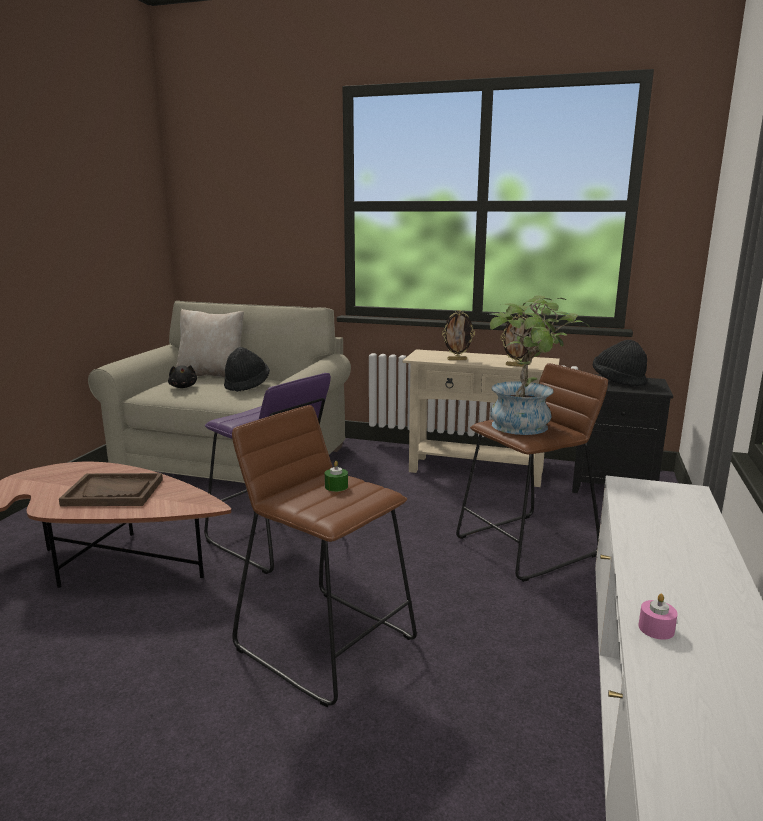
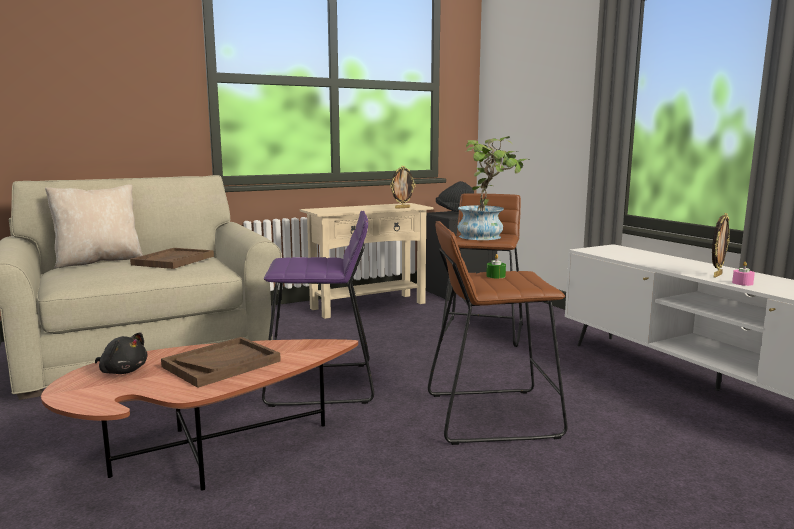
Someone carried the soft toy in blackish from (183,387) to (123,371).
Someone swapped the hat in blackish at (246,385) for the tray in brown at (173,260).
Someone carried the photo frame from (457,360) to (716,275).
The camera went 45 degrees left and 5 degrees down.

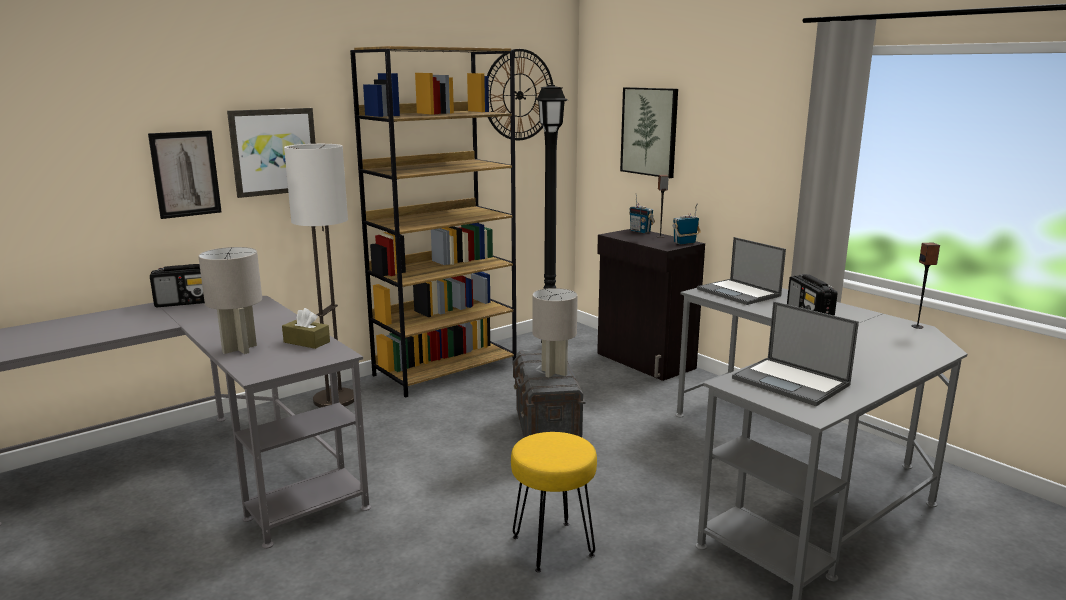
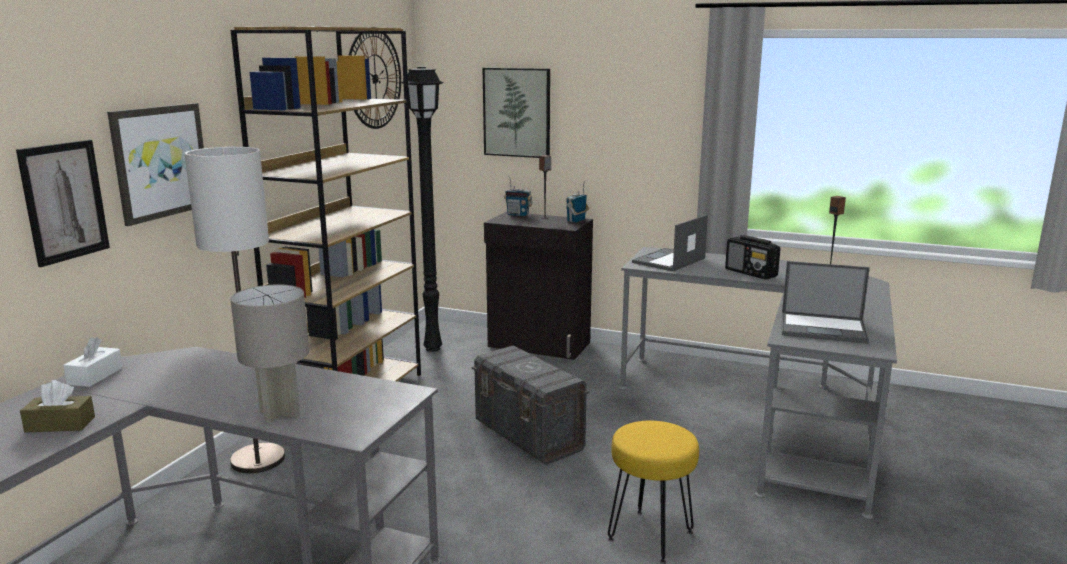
Someone swapped the radio receiver at (185,303) for the tissue holder in white-coloured at (95,376).
Someone carried the tissue holder in brown from (306,342) to (60,424).
Someone took away the tabletop lamp in greyish at (554,372).
Someone rotated the portable computer at (739,293) by 105 degrees clockwise.
The camera went 30 degrees left and 0 degrees up.

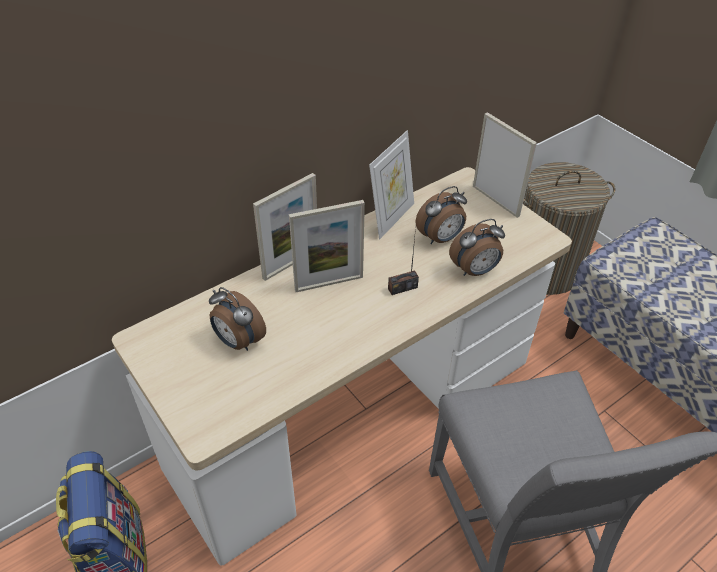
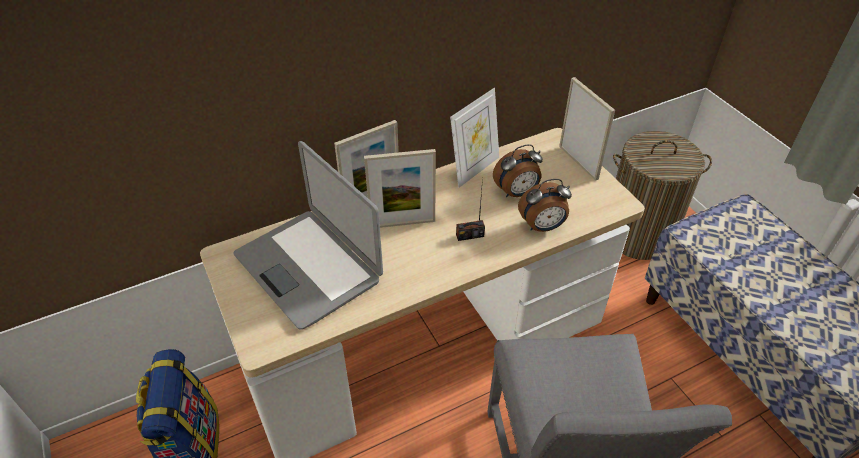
Someone swapped the alarm clock at (238,341) for the portable computer at (309,267).
The camera went 10 degrees right and 0 degrees up.

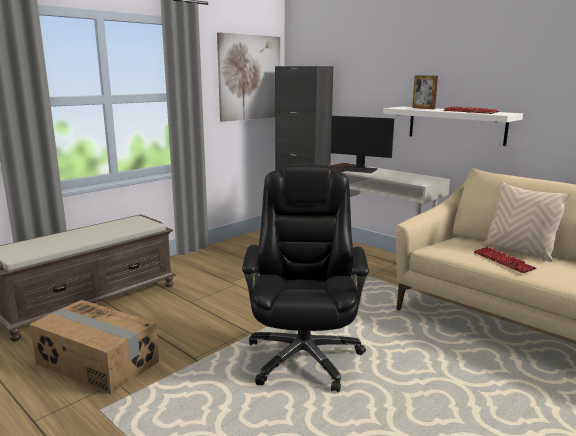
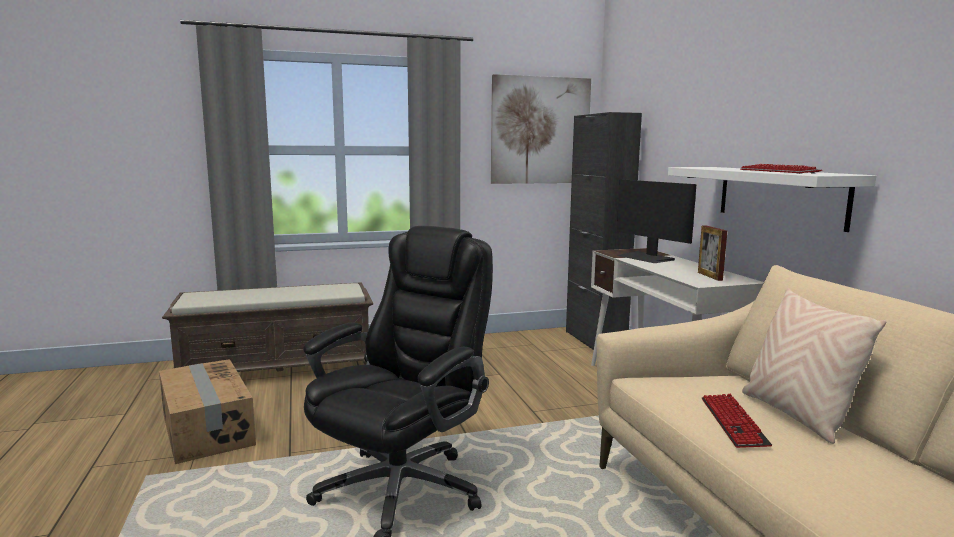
Someone carried the photo frame from (423,108) to (709,276).
The camera went 30 degrees right and 5 degrees down.

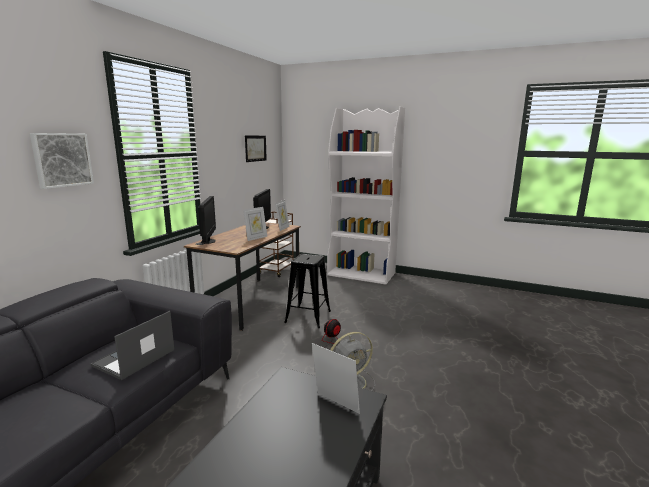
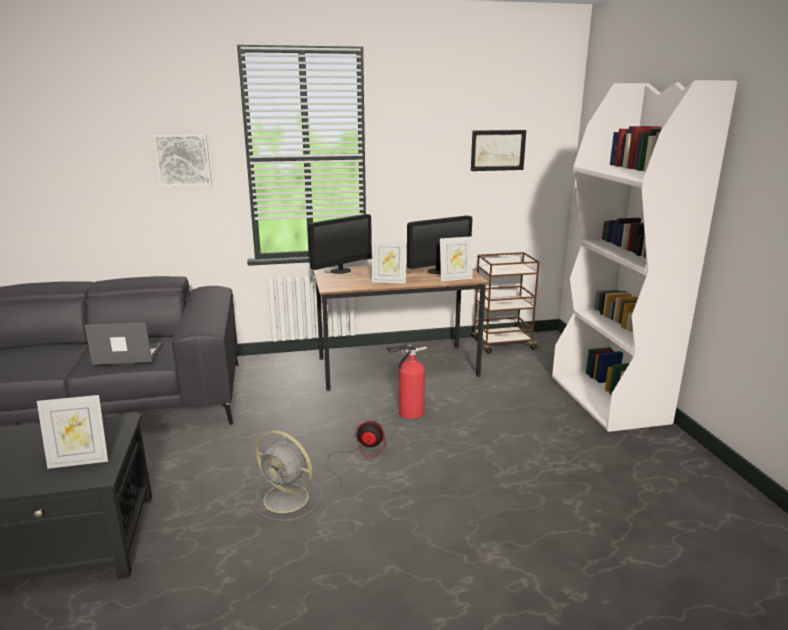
Someone swapped the sitting stool in blackish at (308,317) for the fire extinguisher at (408,413).
Someone rotated the photo frame at (335,405) by 75 degrees clockwise.
The camera went 55 degrees right and 5 degrees up.

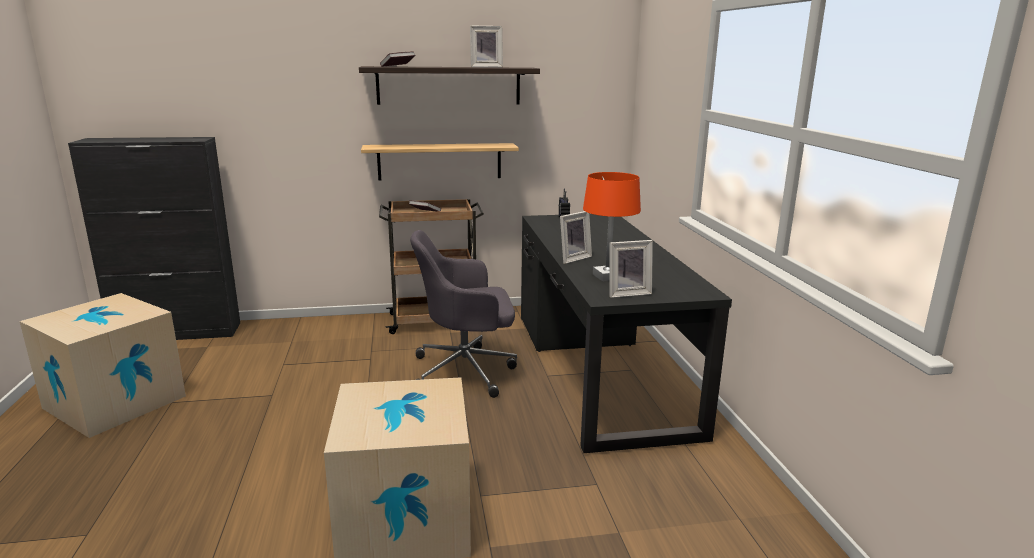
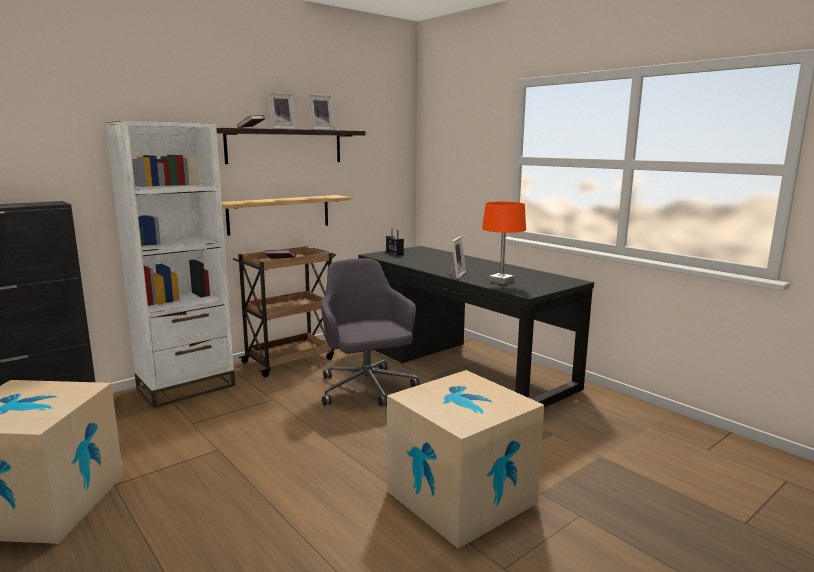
Someone rotated the office chair in greyish at (466,371) by 105 degrees clockwise.
Someone carried the photo frame from (627,293) to (281,129).
Someone put down the bookcase in white-coloured at (186,387).
The camera went 30 degrees left and 5 degrees down.

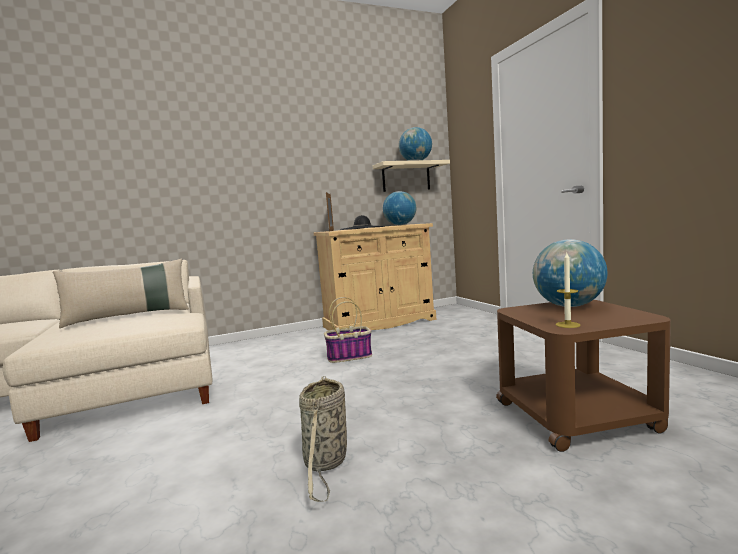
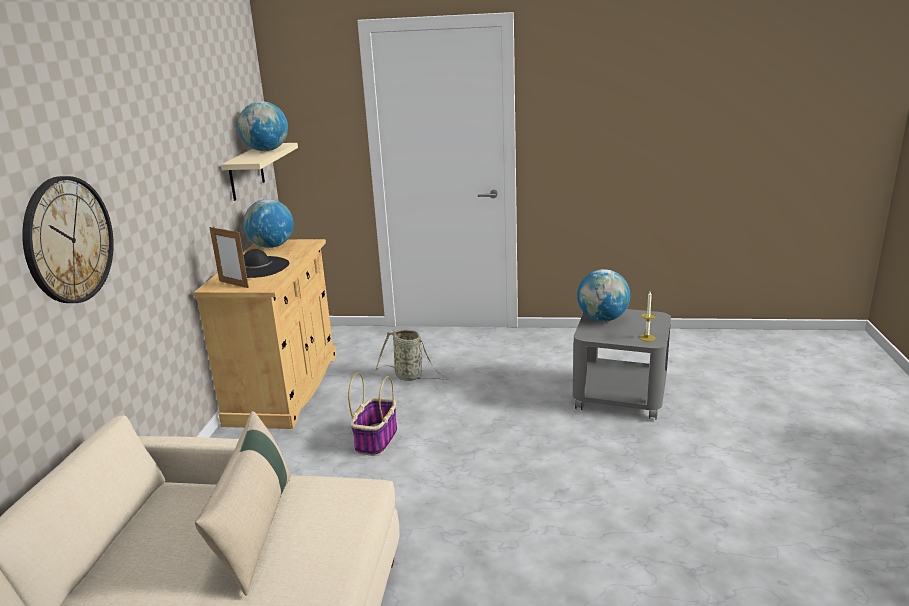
Someone carried the household basket from (326,464) to (411,377).
Someone repainted the accent table in brown at (576,416), which became the accent table in greyish at (620,394).
Someone put up the wall clock at (68,240).
The camera went 60 degrees left and 15 degrees up.

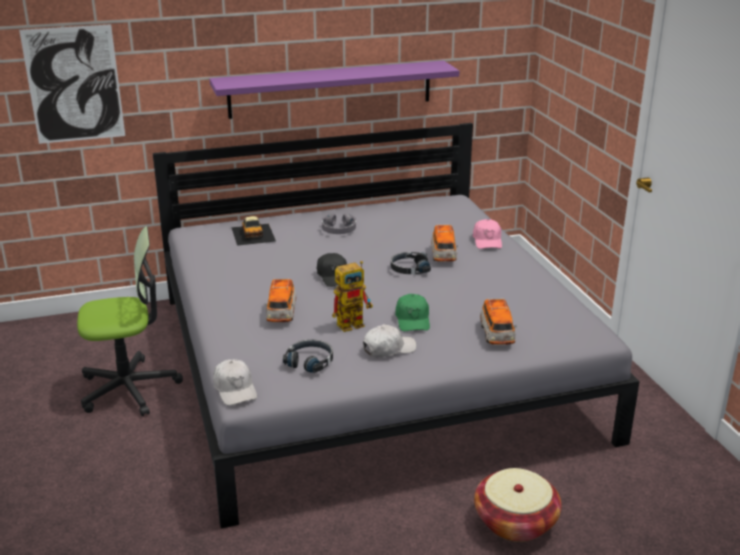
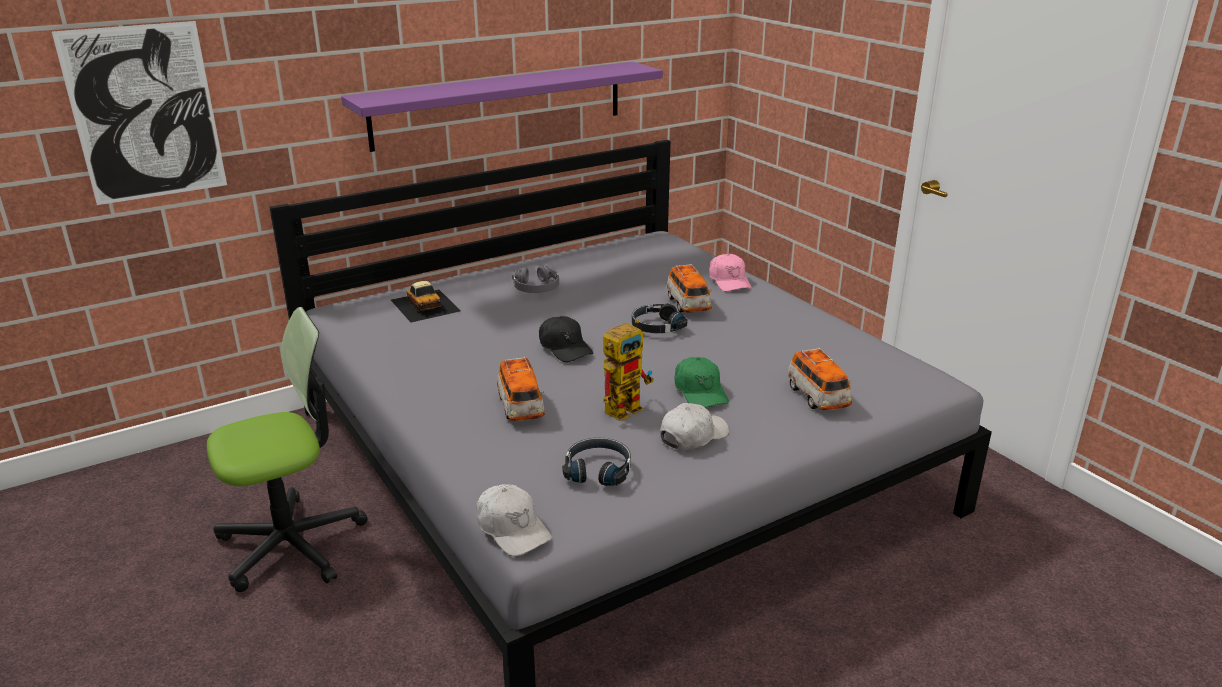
Someone took away the household basket at (515,522).
The camera went 15 degrees left and 0 degrees up.

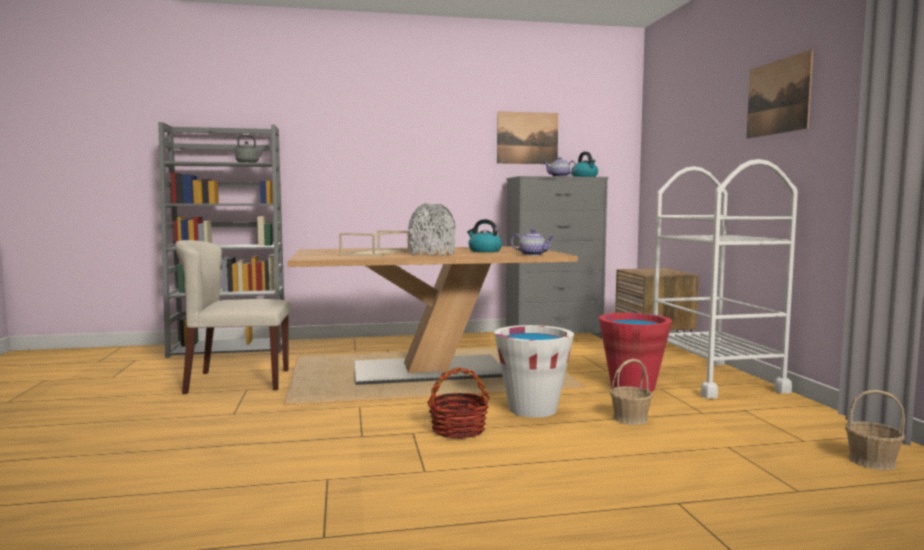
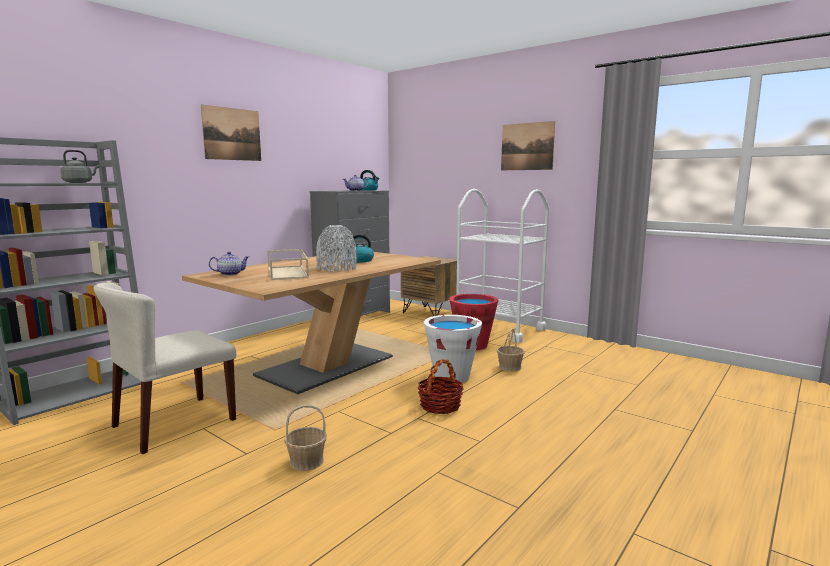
Someone carried the wall picture from (527,138) to (232,134).
Someone carried the tea pot from (532,254) to (230,274).
Someone carried the household basket from (871,461) to (306,461).
The camera went 40 degrees left and 5 degrees up.

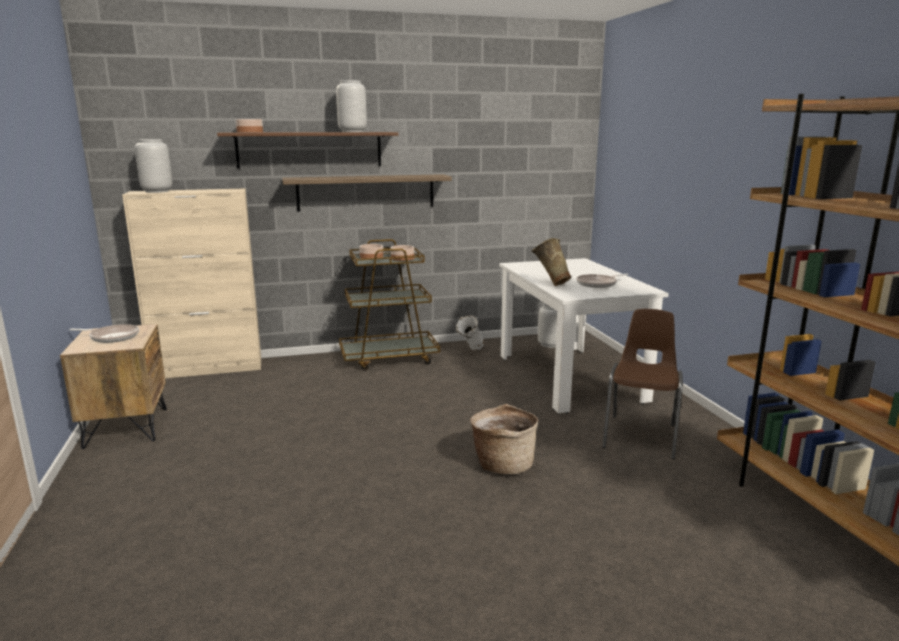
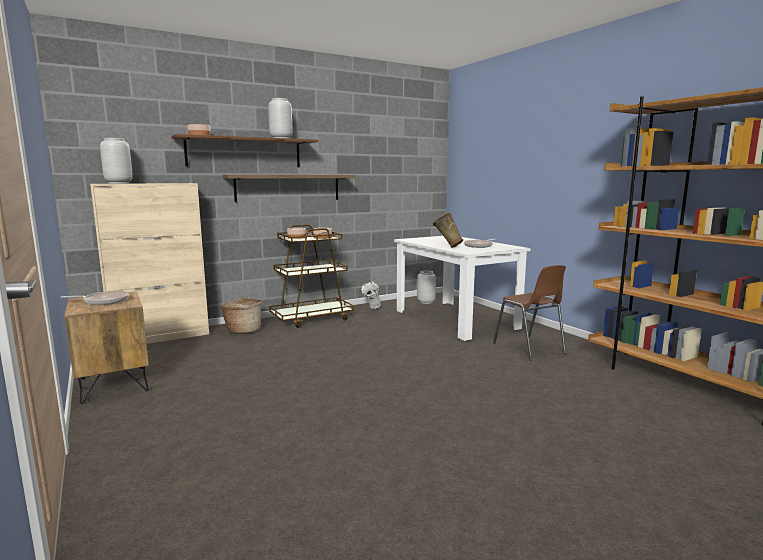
Someone carried the household basket from (502,464) to (243,330).
Someone rotated the chair in brown at (641,436) by 150 degrees clockwise.
The camera went 15 degrees left and 5 degrees down.

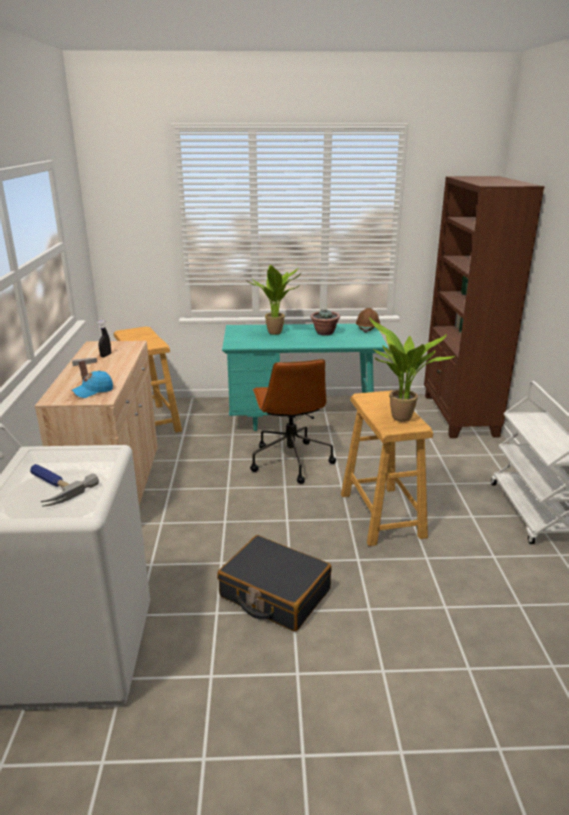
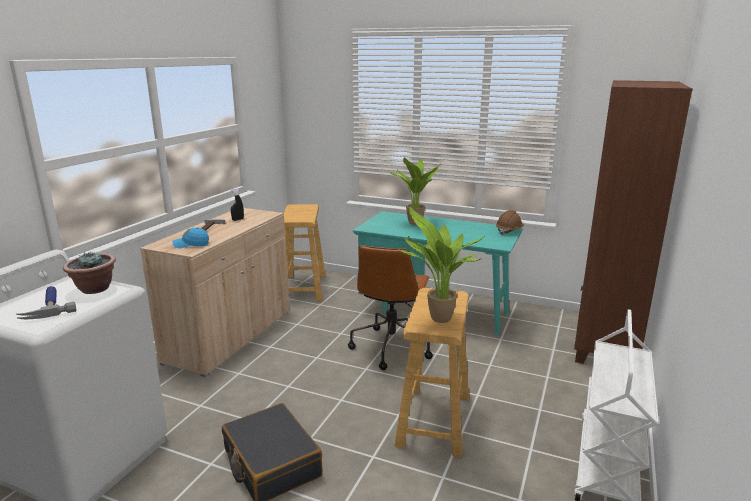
Someone carried the potted plant from (324,333) to (94,289).
The camera went 25 degrees right and 5 degrees down.

